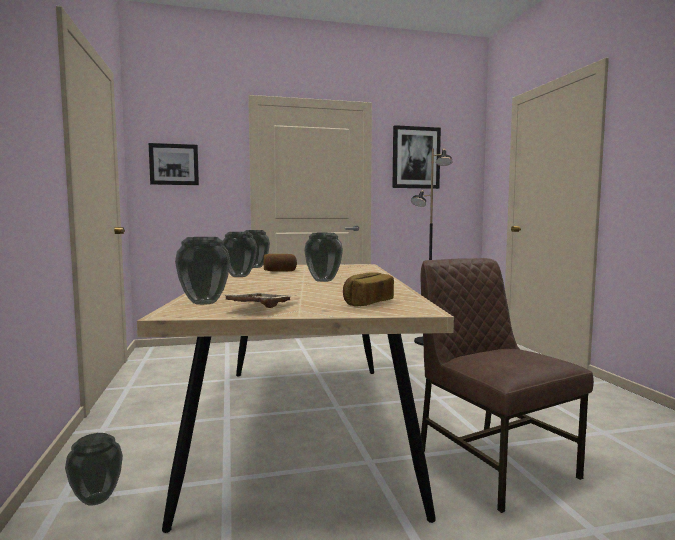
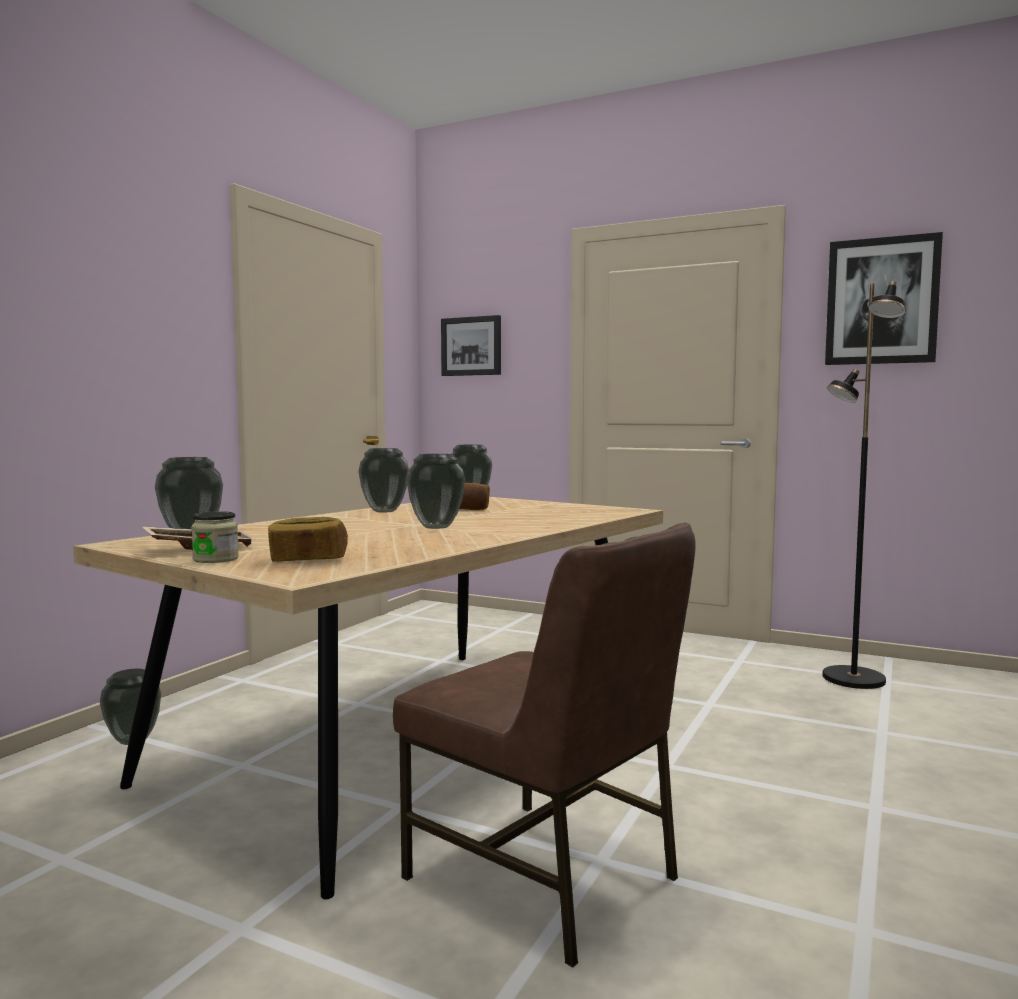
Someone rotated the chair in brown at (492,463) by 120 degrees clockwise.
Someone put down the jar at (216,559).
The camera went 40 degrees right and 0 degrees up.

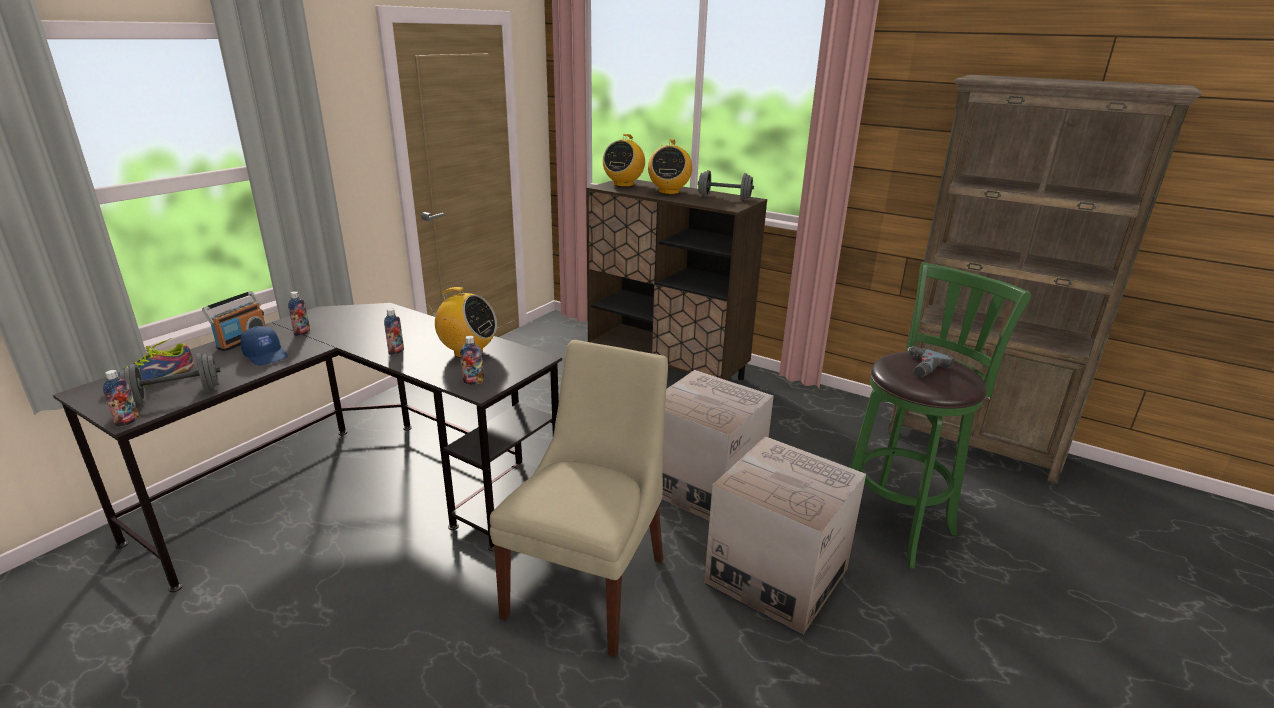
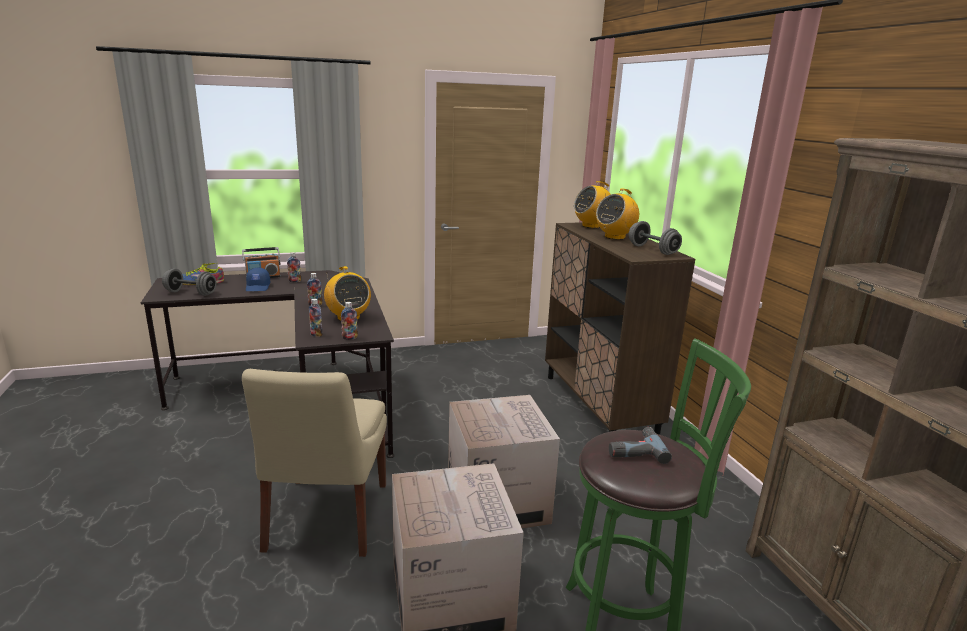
Someone carried the beverage bottle from (127,421) to (350,338).
Someone rotated the chair in beige-coloured at (589,583) by 120 degrees clockwise.
The camera went 40 degrees right and 5 degrees down.

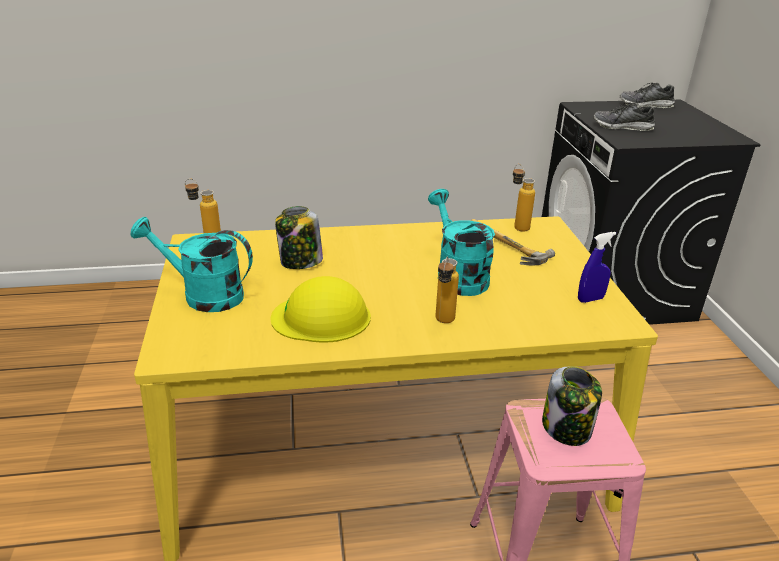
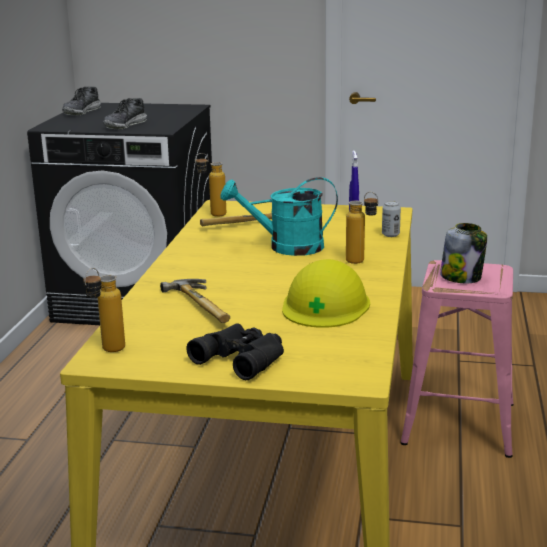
Someone swapped the watering pot in turquoise at (203,295) for the binoculars in blackish at (243,357).
Someone swapped the jar at (300,262) for the hammer at (205,305).
Someone put down the metal can at (390,234).
The camera went 70 degrees left and 10 degrees down.

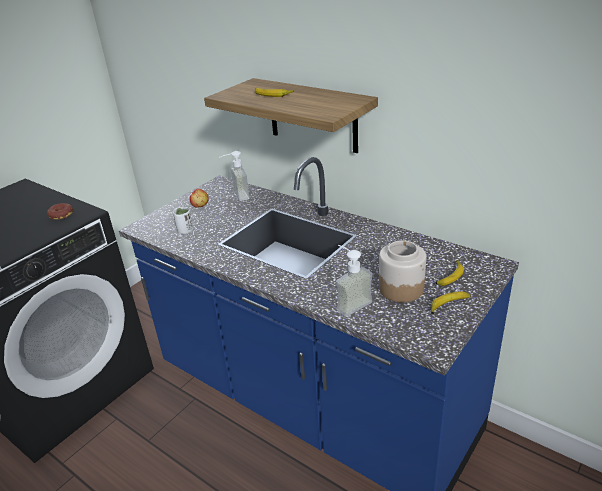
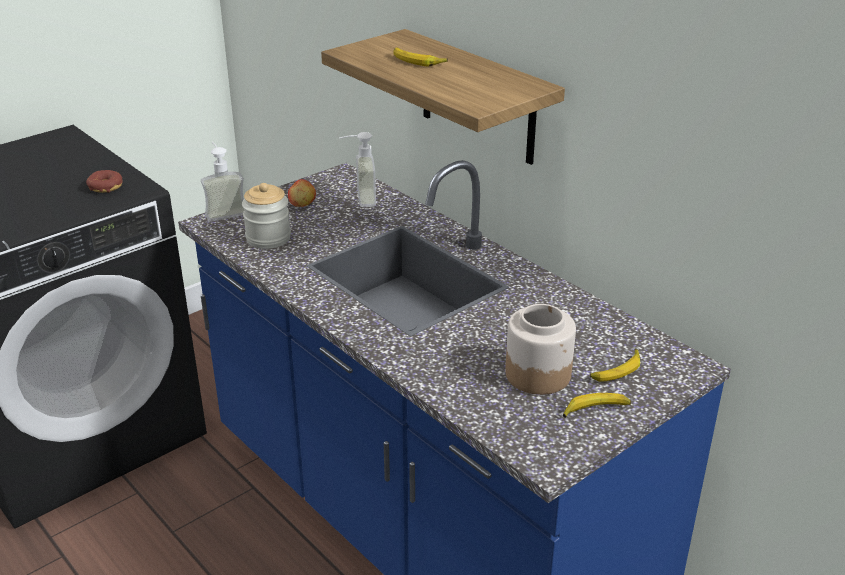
Someone swapped the small cup in white-coloured at (185,231) for the jar at (268,238).
Someone carried the soap dispenser from (349,303) to (224,211).
The camera went 10 degrees right and 0 degrees up.

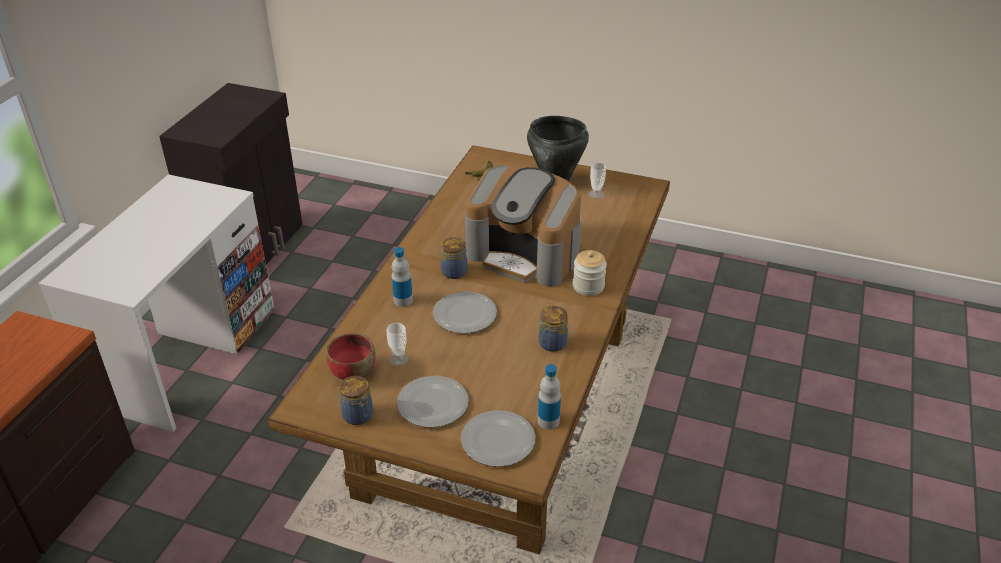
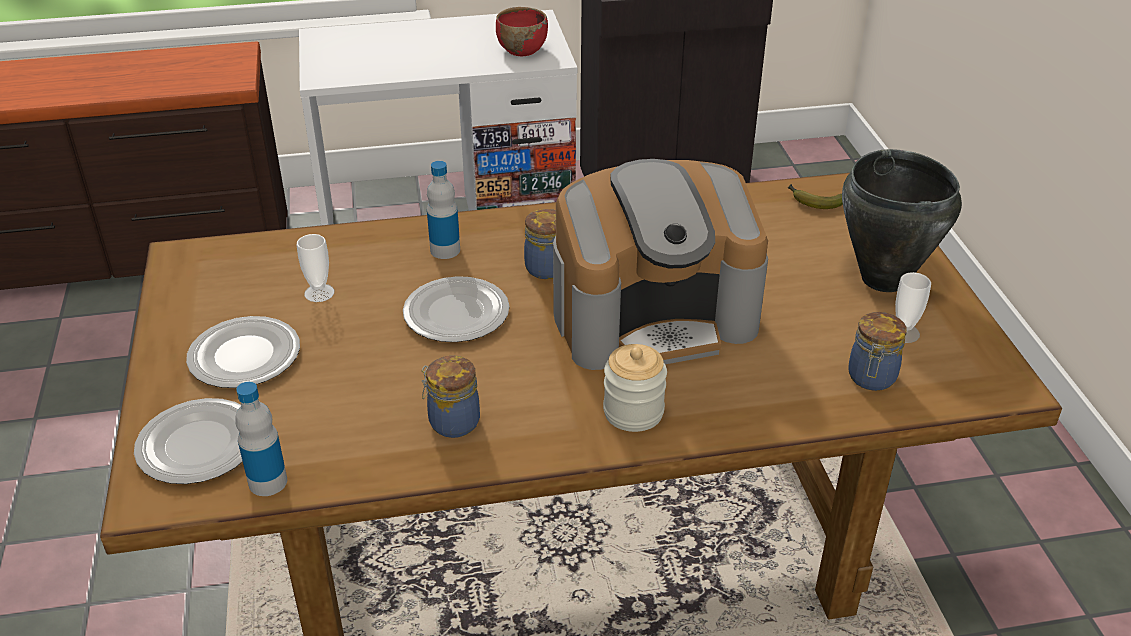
Someone carried the deep dish in red-coloured from (352,372) to (521,50).
Someone carried the jar from (358,416) to (871,378).
Someone rotated the coffee maker at (525,254) by 105 degrees counterclockwise.
The camera went 60 degrees right and 0 degrees up.

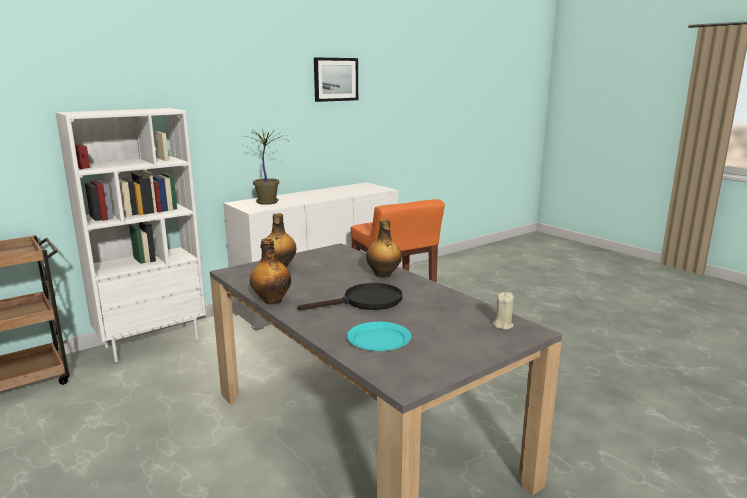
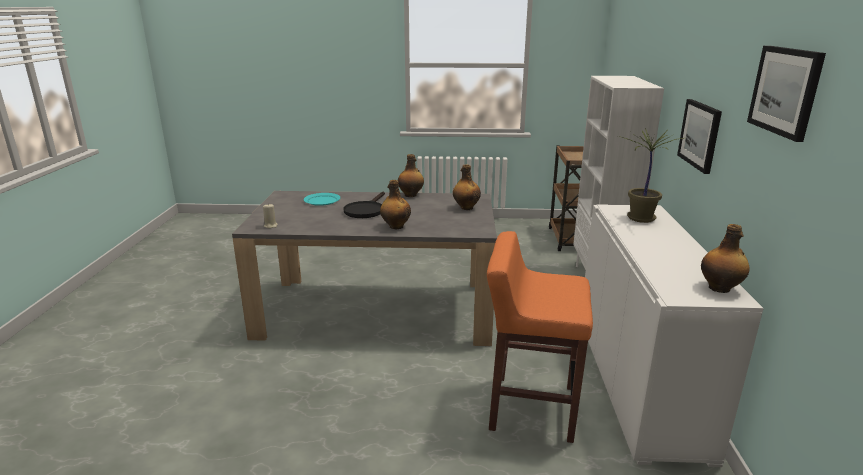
Someone put up the wall picture at (700,135).
Someone put down the beverage bottle at (720,288).
The camera went 130 degrees right and 5 degrees up.

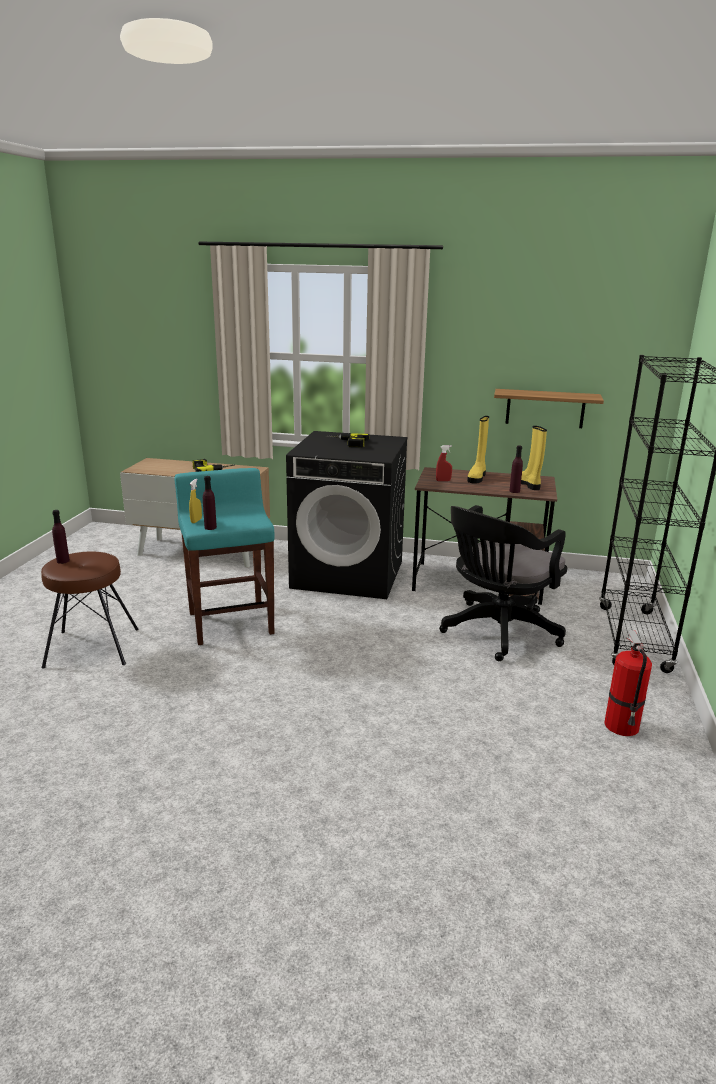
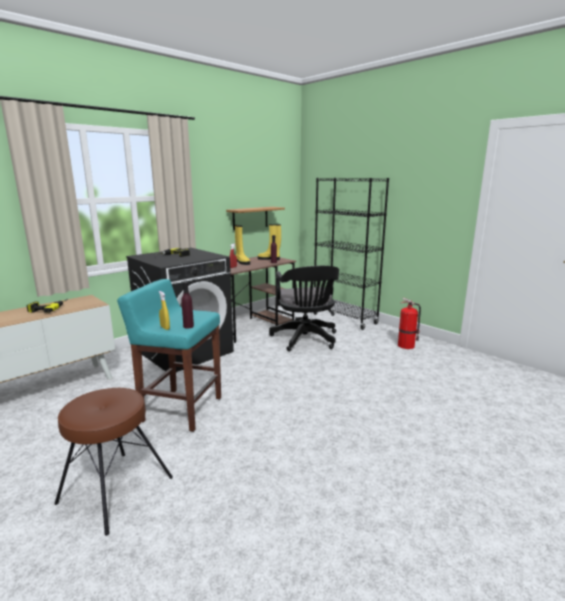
Someone took away the beverage bottle in purple at (63,561).
The camera went 55 degrees left and 5 degrees down.

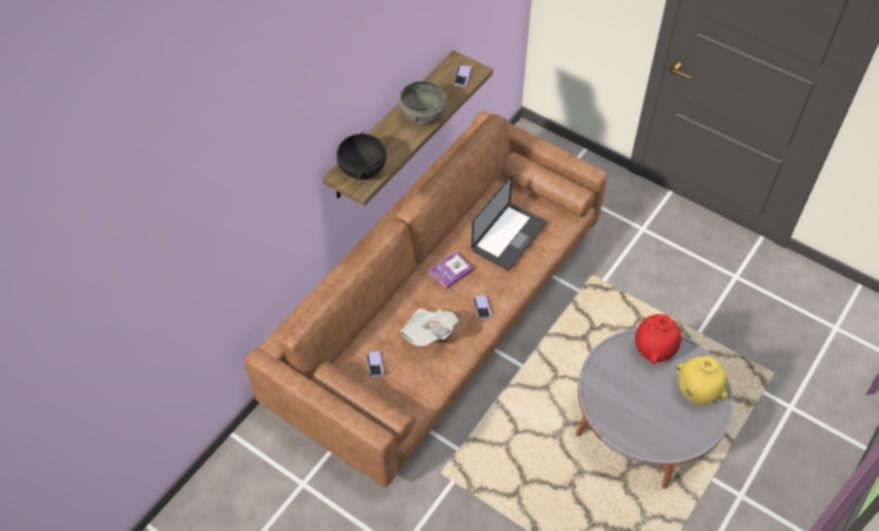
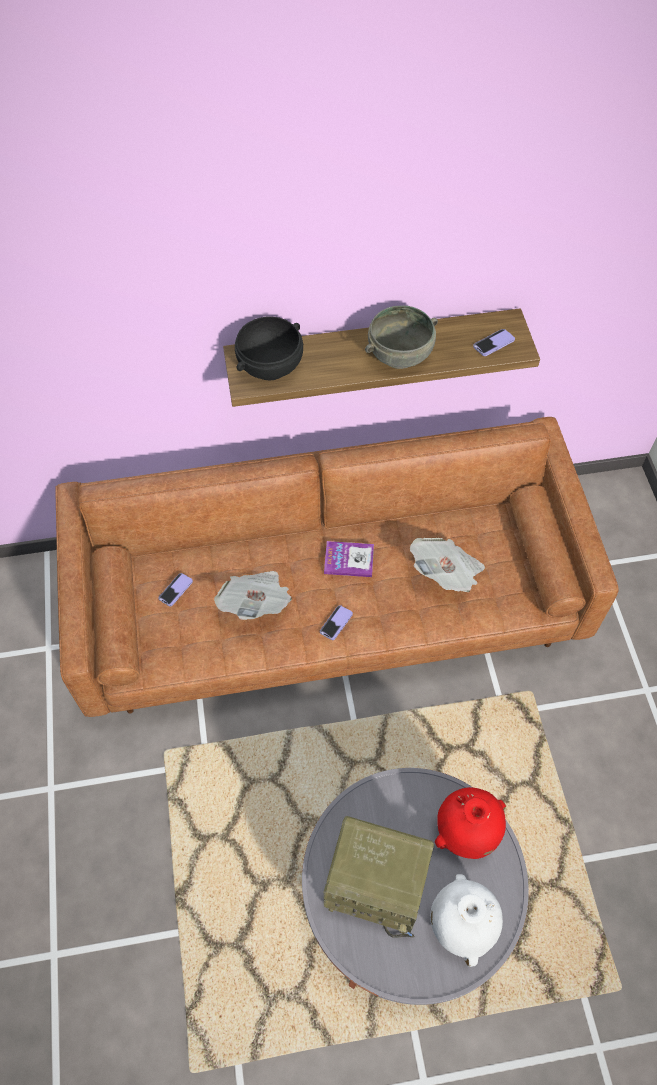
Someone swapped the portable computer at (508,237) for the daily paper at (446,573).
Someone repainted the decorative vase in yellowish at (696,392), which became the decorative vase in white-coloured at (461,924).
Someone put down the radio receiver at (377,884).
The camera went 45 degrees right and 5 degrees up.

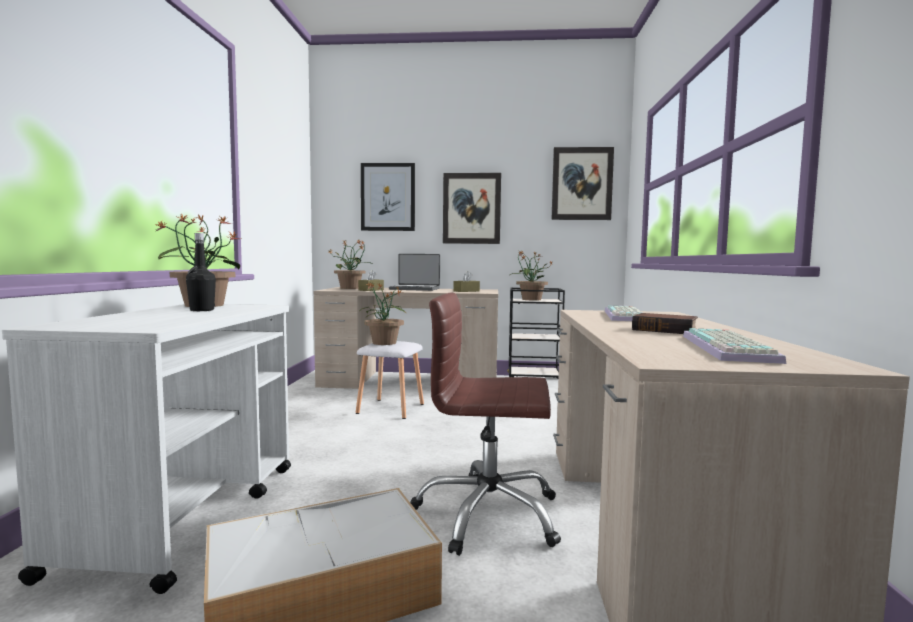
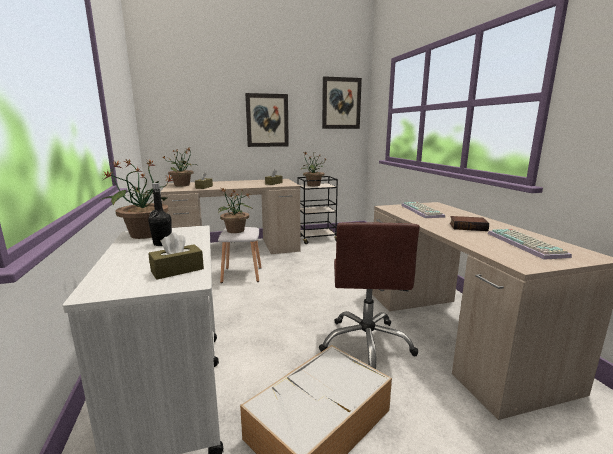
Someone took away the wall picture at (388,197).
Someone took away the portable computer at (415,289).
Someone rotated the office chair in brown at (488,514) by 75 degrees counterclockwise.
Someone put down the tissue holder in brown at (177,270).
The camera went 20 degrees left and 10 degrees up.

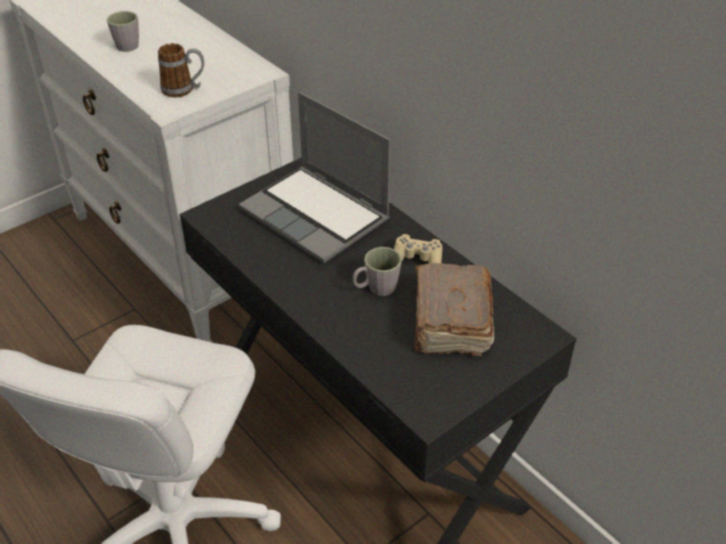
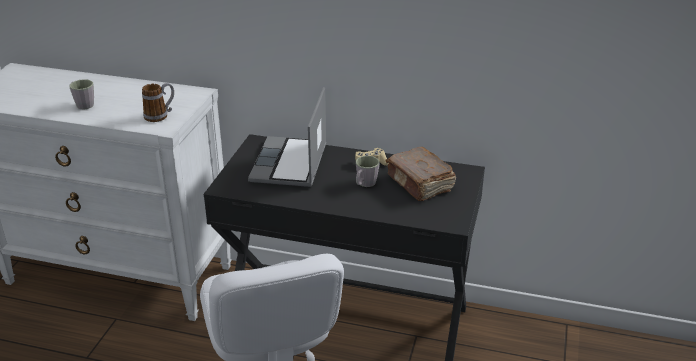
Someone rotated the portable computer at (317,215) by 90 degrees clockwise.
The camera went 35 degrees left and 10 degrees down.

